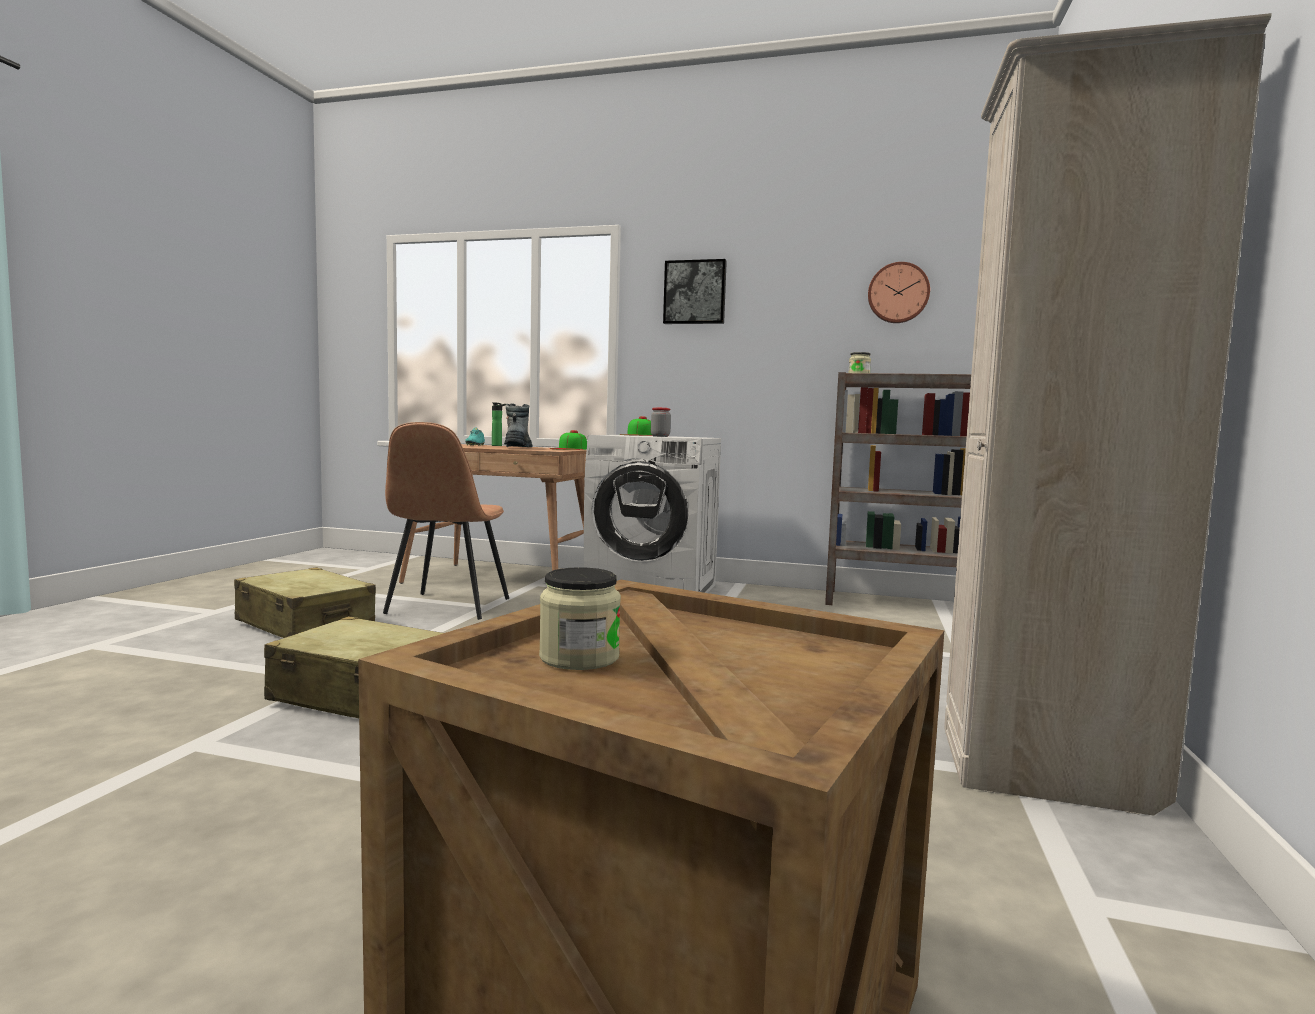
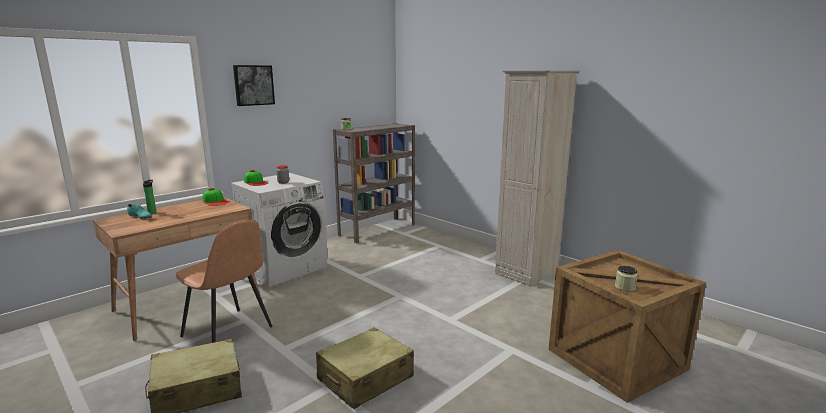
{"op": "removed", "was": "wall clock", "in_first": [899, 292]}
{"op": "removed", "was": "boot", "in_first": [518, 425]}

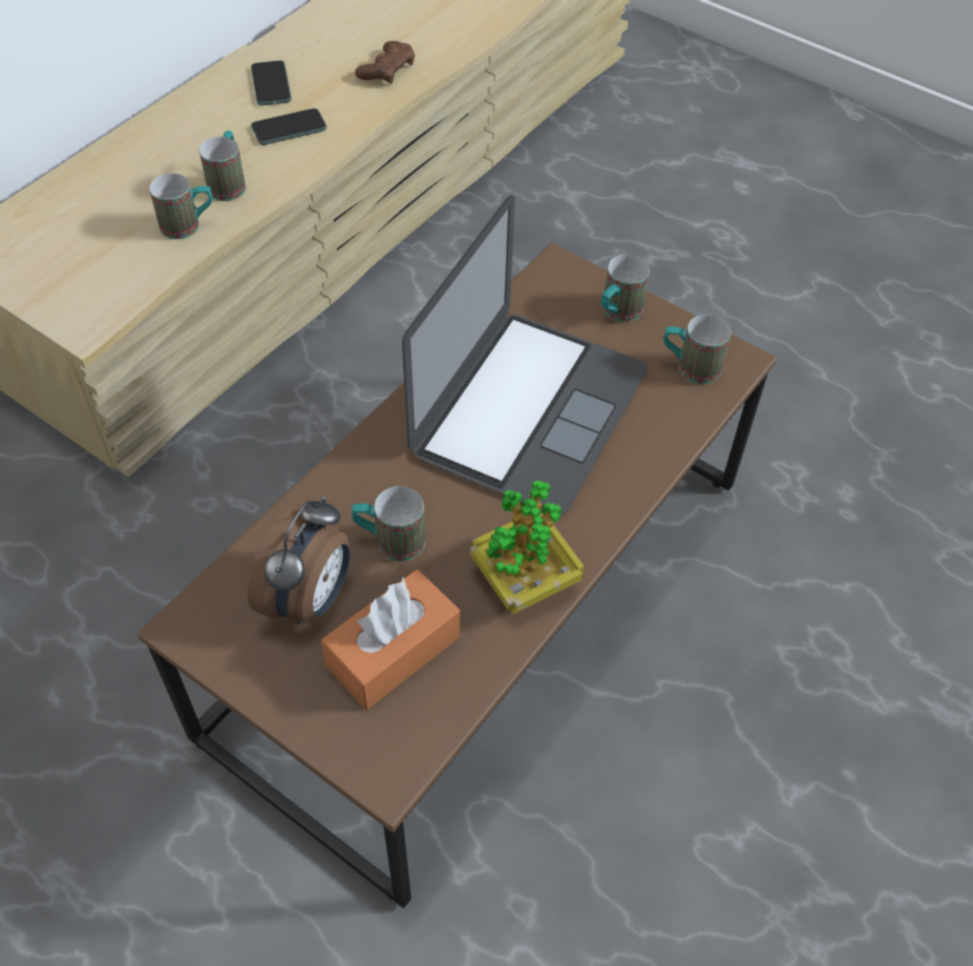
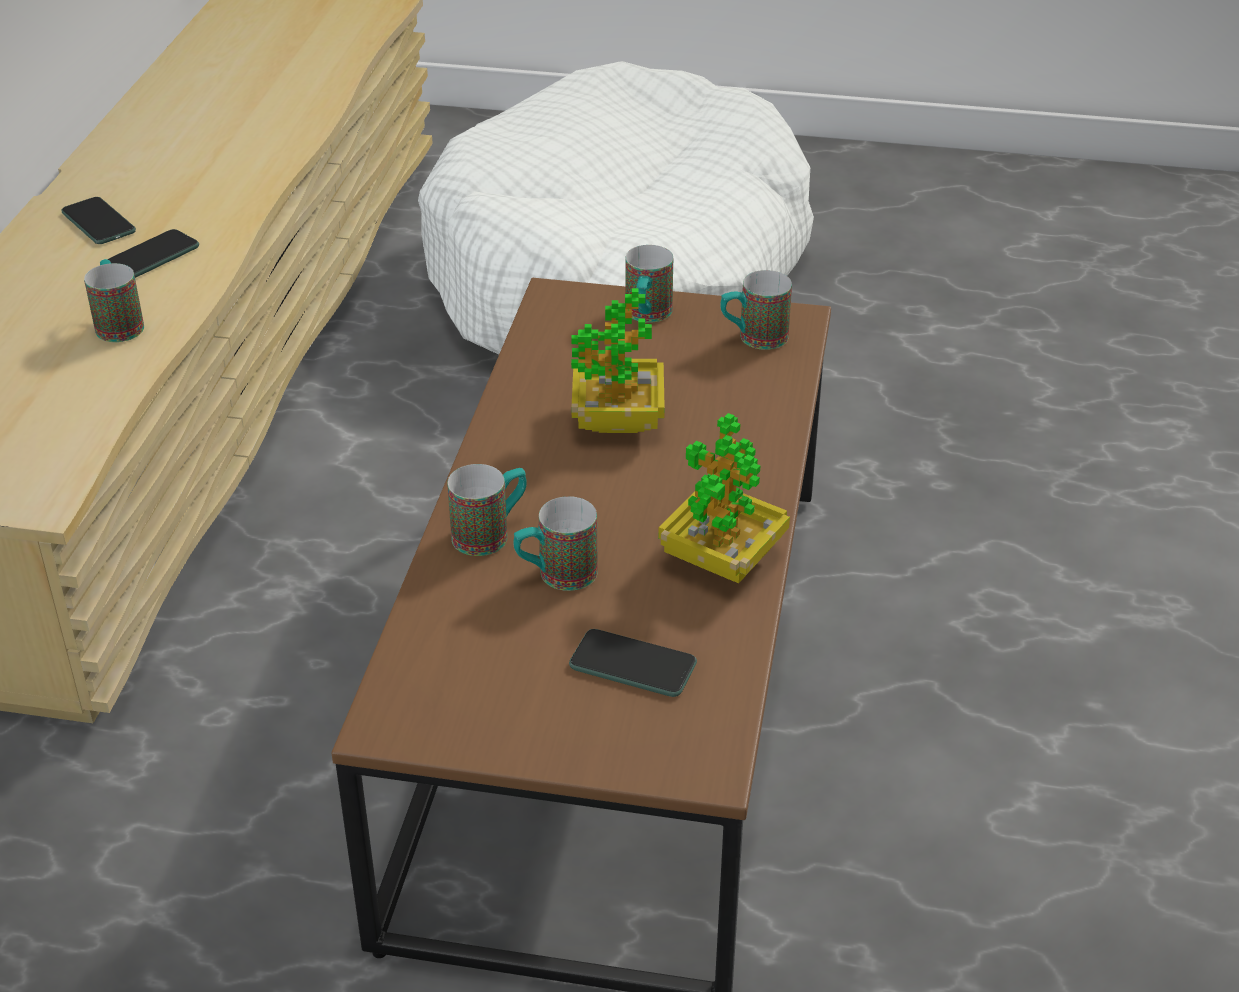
{"op": "removed", "was": "game controller (brown)", "in_first": [385, 62]}
{"op": "moved", "was": "mug", "in_first": [180, 206], "in_second": [487, 510]}
{"op": "replaced", "was": "laptop", "now": "potted plant", "in_first": [525, 355], "in_second": [618, 360]}
{"op": "removed", "was": "alarm clock", "in_first": [298, 560]}
{"op": "replaced", "was": "tissue box (orange)", "now": "phone", "in_first": [390, 639], "in_second": [633, 663]}
{"op": "added", "now": "dog bed (white)", "in_second": [616, 208]}

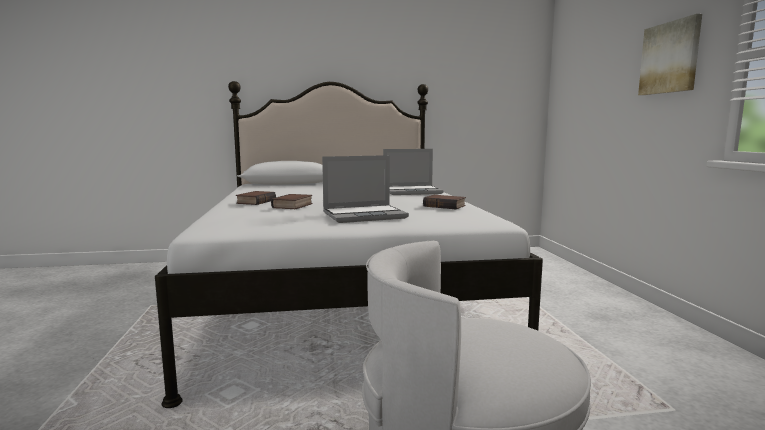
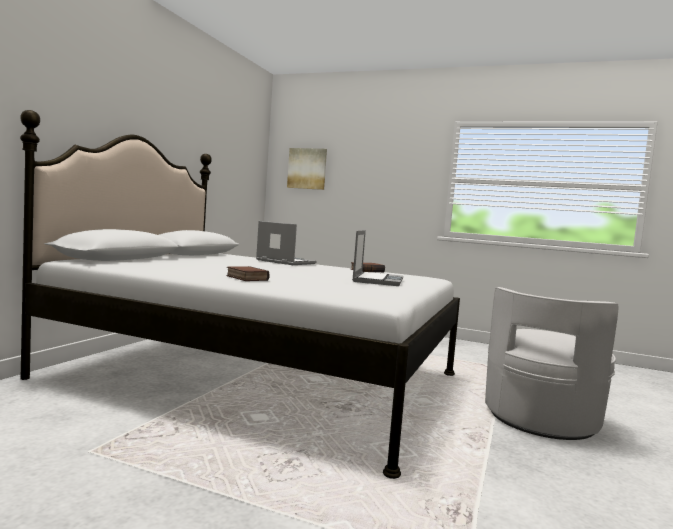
{"op": "moved", "was": "picture", "in_first": [670, 54], "in_second": [307, 169]}
{"op": "turned", "was": "laptop", "in_first": [413, 172], "in_second": [286, 243], "clockwise": -75}
{"op": "removed", "was": "book", "in_first": [292, 201]}

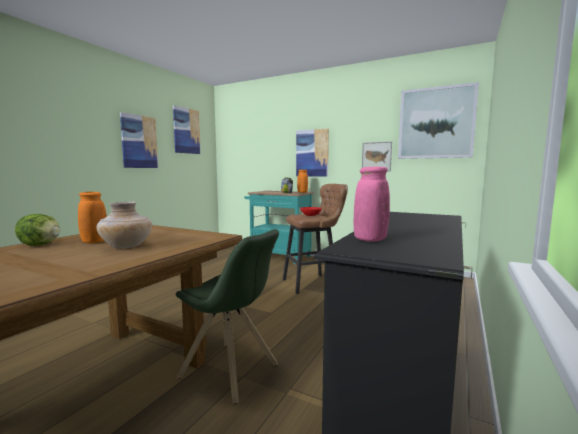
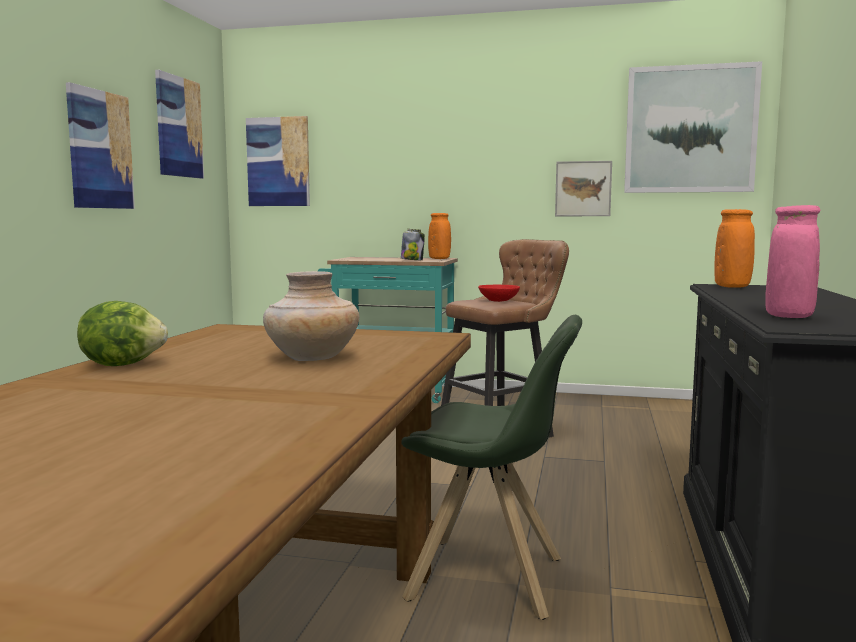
{"op": "moved", "was": "picture", "in_first": [312, 153], "in_second": [278, 161]}
{"op": "moved", "was": "vase (orange)", "in_first": [92, 217], "in_second": [734, 248]}

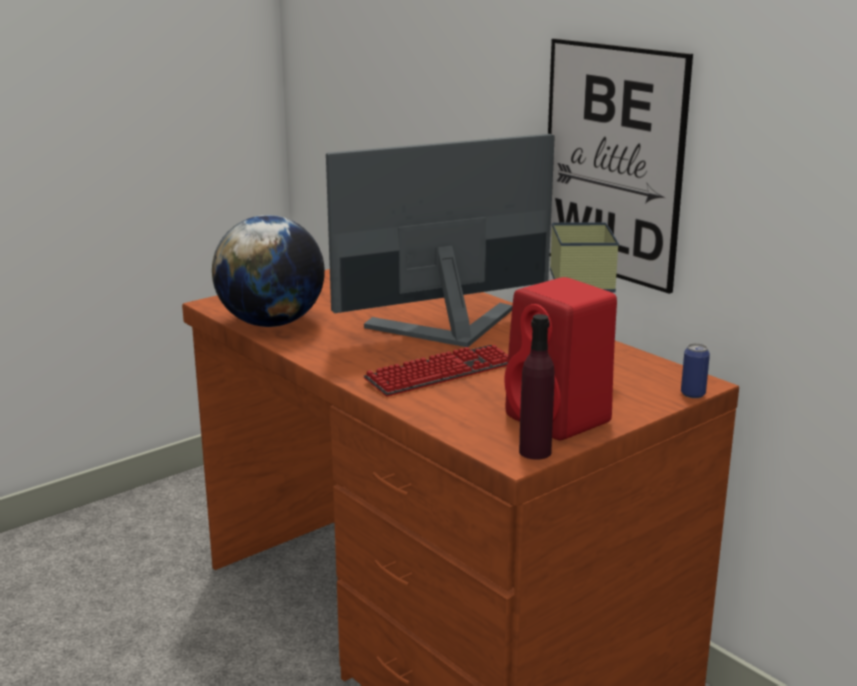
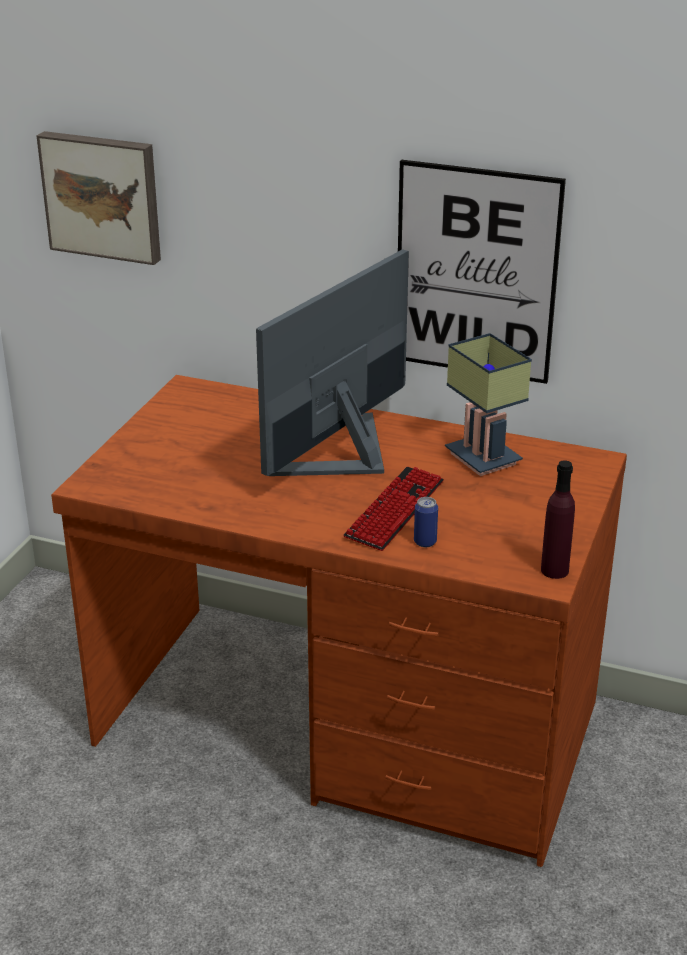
{"op": "removed", "was": "globe", "in_first": [268, 271]}
{"op": "removed", "was": "speaker (red)", "in_first": [561, 358]}
{"op": "moved", "was": "can", "in_first": [695, 370], "in_second": [426, 522]}
{"op": "added", "now": "picture", "in_second": [99, 198]}

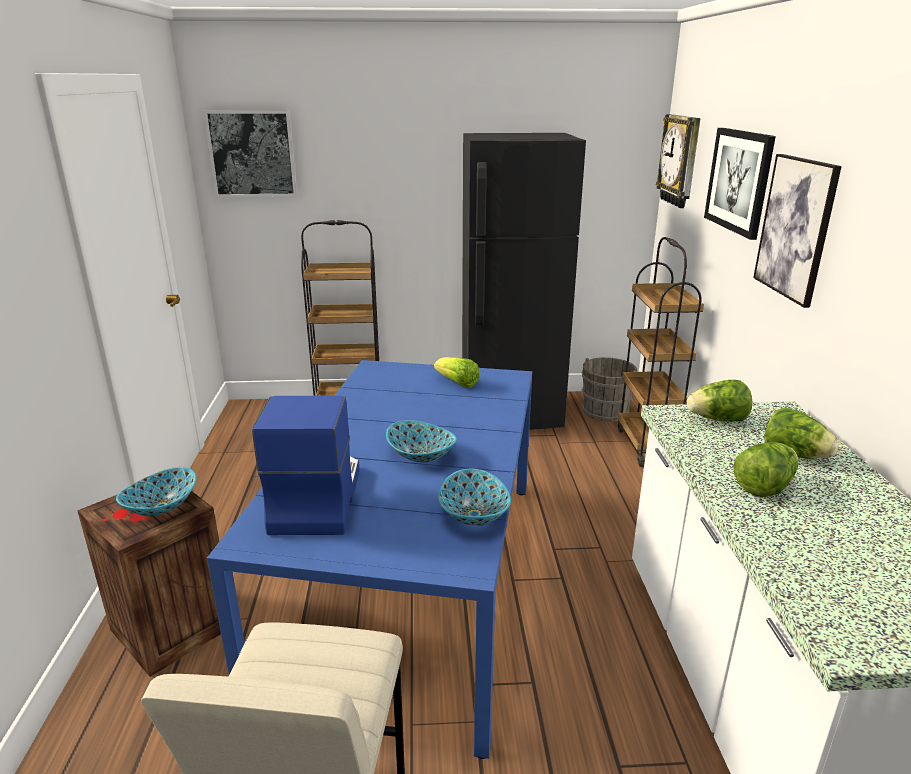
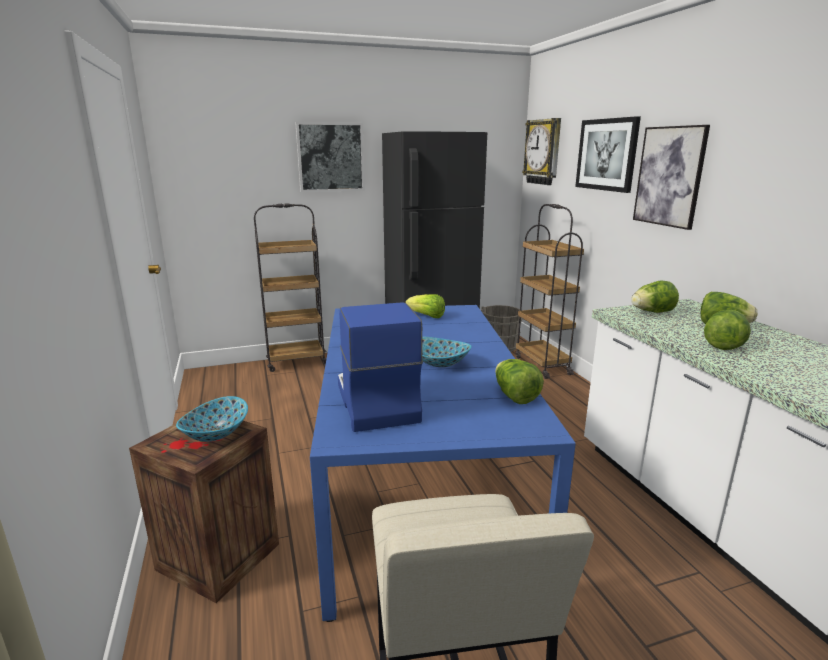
{"op": "moved", "was": "picture", "in_first": [250, 153], "in_second": [330, 157]}
{"op": "replaced", "was": "bowl", "now": "lettuce", "in_first": [474, 497], "in_second": [519, 381]}

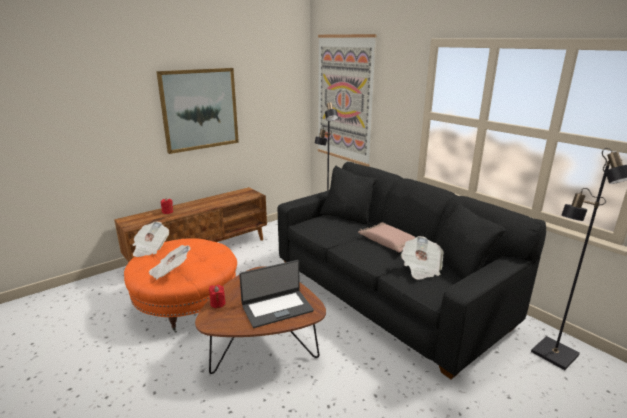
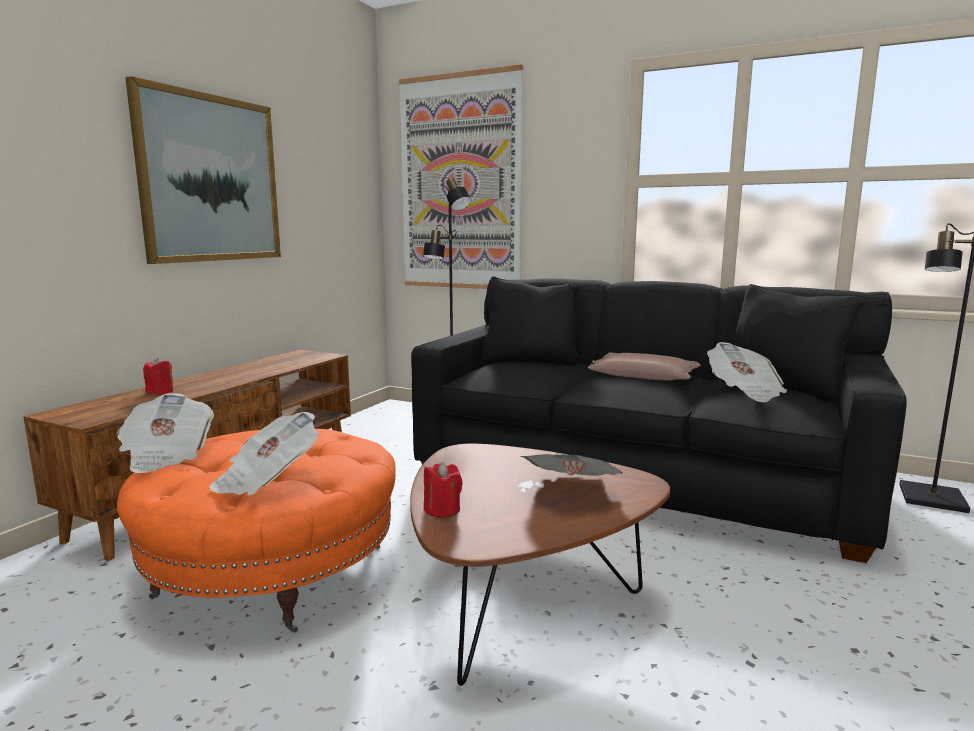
{"op": "replaced", "was": "laptop", "now": "newspaper", "in_first": [276, 294], "in_second": [572, 465]}

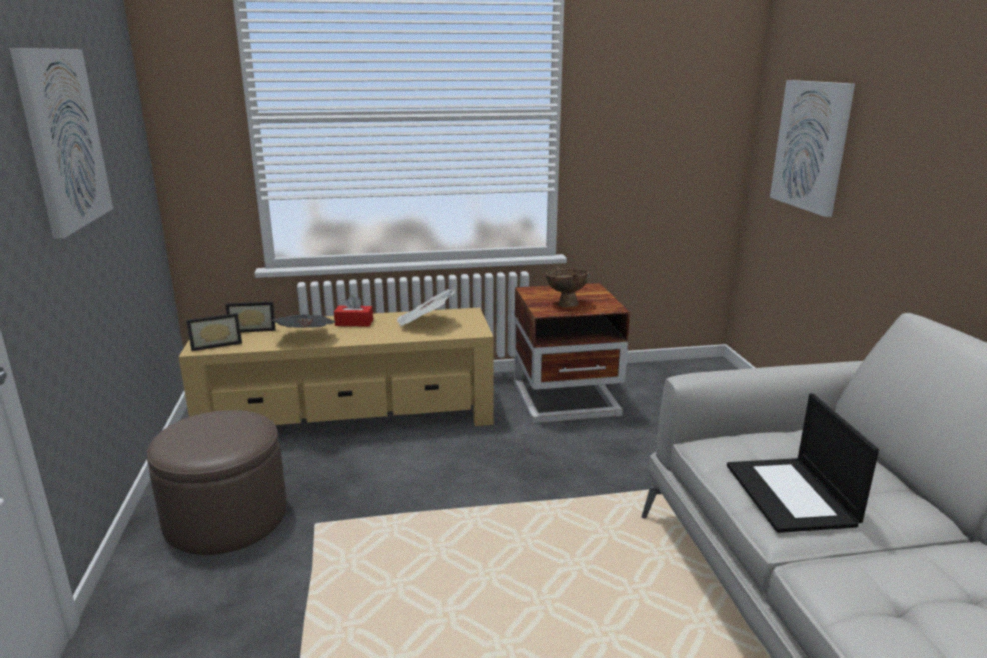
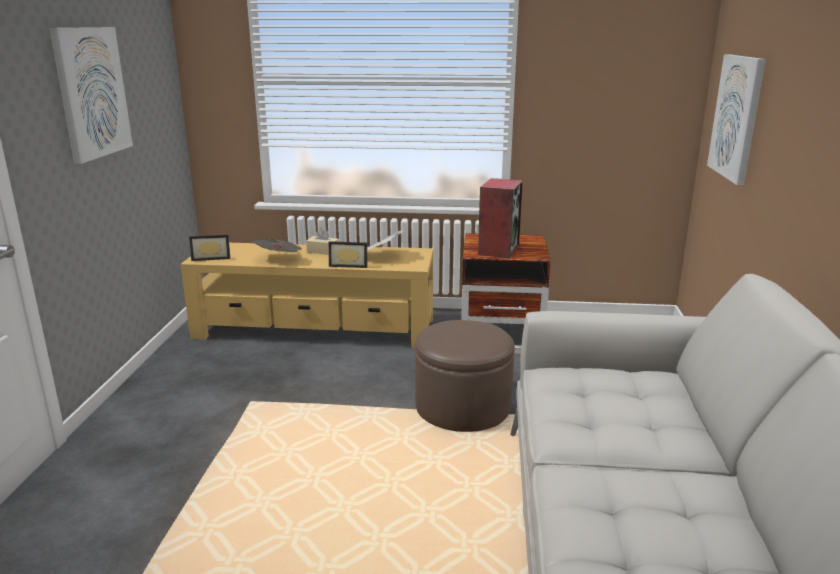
{"op": "replaced", "was": "bowl (brown)", "now": "speaker", "in_first": [568, 287], "in_second": [500, 218]}
{"op": "recoloured", "was": "tissue box (red)", "now": "tissue box (beige)", "in_first": [353, 311], "in_second": [322, 241]}
{"op": "moved", "was": "picture frame", "in_first": [250, 317], "in_second": [348, 254]}
{"op": "removed", "was": "laptop", "in_first": [803, 463]}
{"op": "moved", "was": "ottoman (brown)", "in_first": [217, 482], "in_second": [465, 376]}

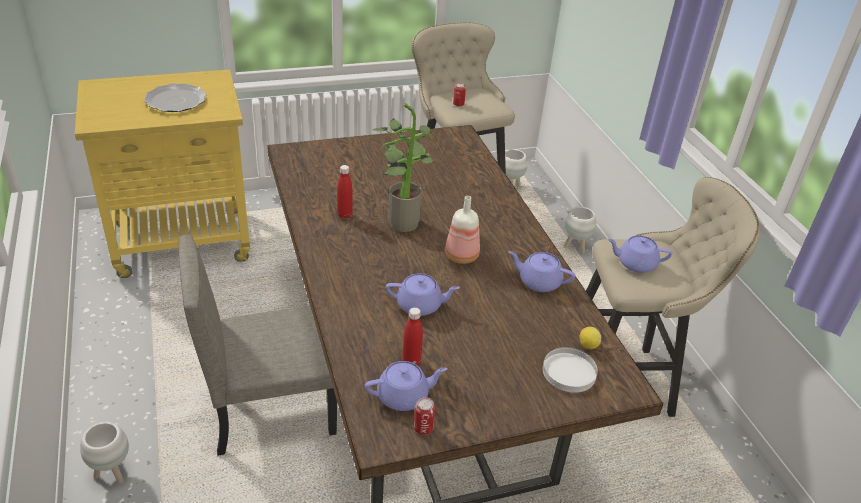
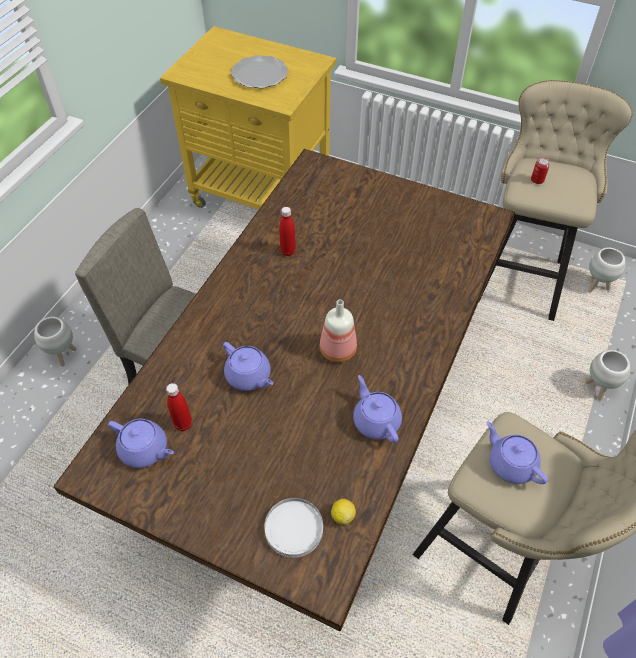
{"op": "removed", "was": "potted plant", "in_first": [403, 167]}
{"op": "removed", "was": "can", "in_first": [424, 416]}

